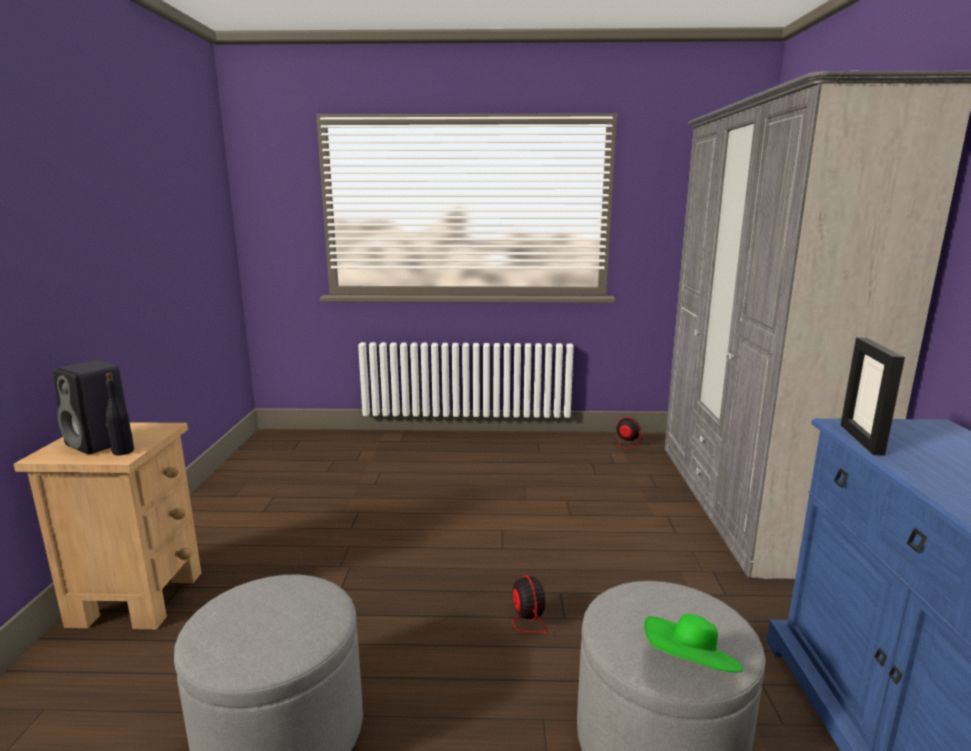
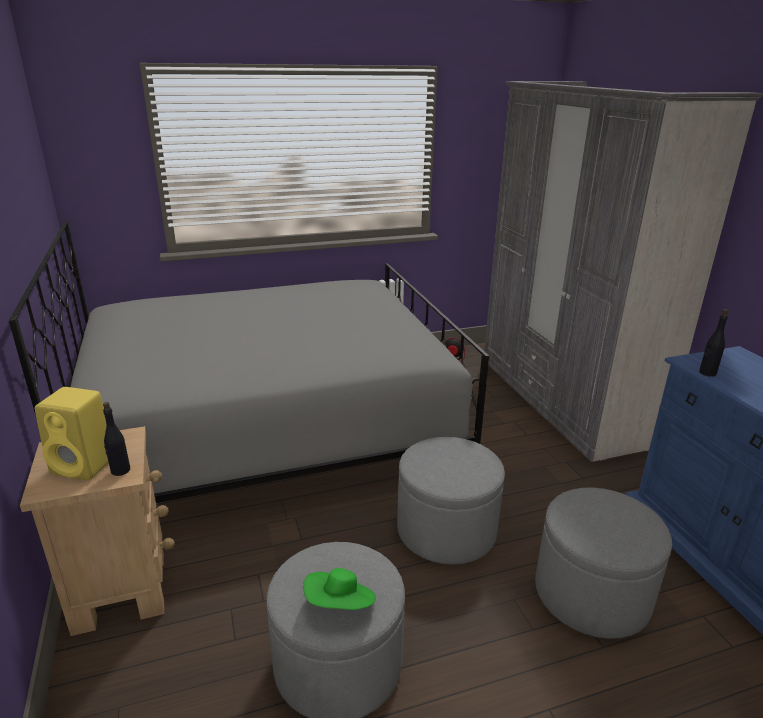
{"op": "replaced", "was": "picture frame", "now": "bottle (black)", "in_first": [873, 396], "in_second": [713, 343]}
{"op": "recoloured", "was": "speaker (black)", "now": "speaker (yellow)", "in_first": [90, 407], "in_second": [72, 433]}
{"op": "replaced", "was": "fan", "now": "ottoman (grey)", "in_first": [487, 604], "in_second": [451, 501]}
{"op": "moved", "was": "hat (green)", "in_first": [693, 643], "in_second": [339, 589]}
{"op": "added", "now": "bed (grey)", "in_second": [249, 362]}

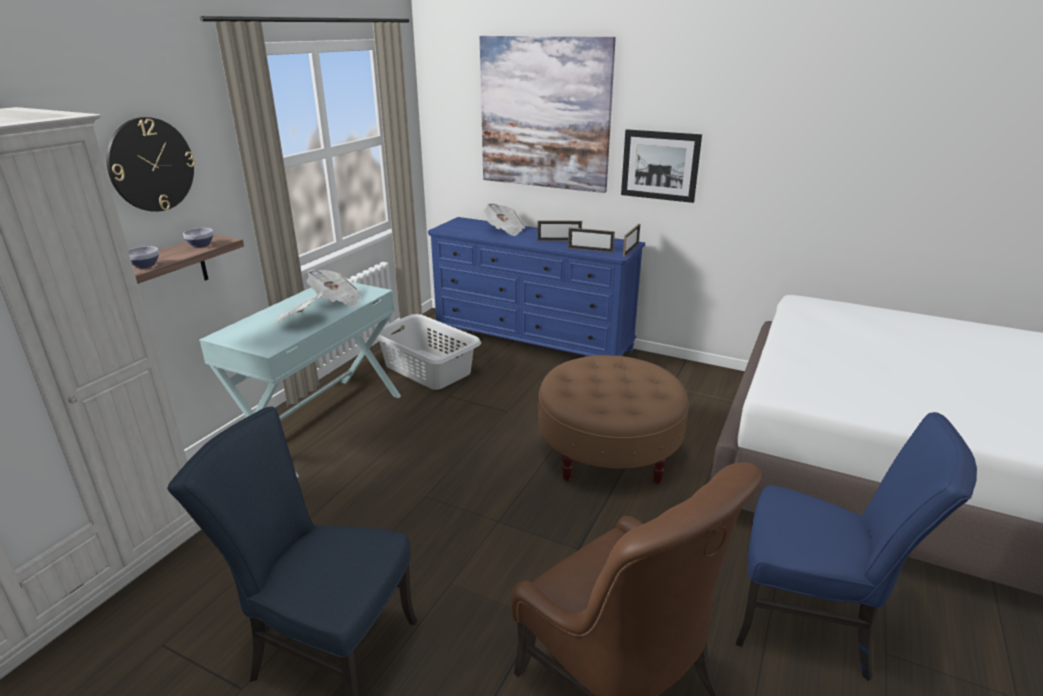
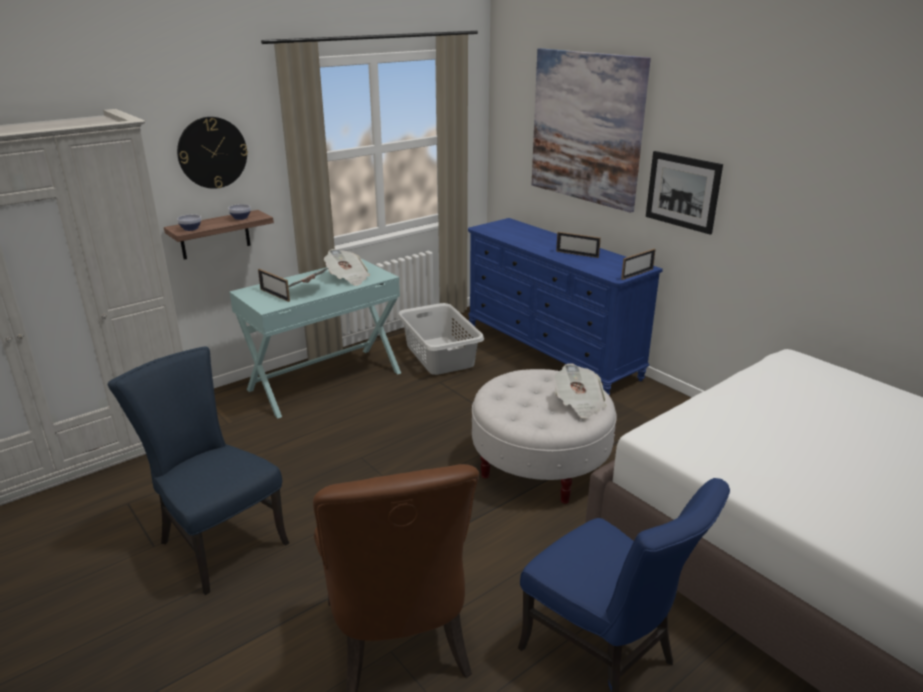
{"op": "moved", "was": "newspaper", "in_first": [504, 219], "in_second": [580, 391]}
{"op": "moved", "was": "picture frame", "in_first": [591, 240], "in_second": [274, 285]}
{"op": "recoloured", "was": "ottoman (brown)", "now": "ottoman (white)", "in_first": [613, 419], "in_second": [544, 436]}

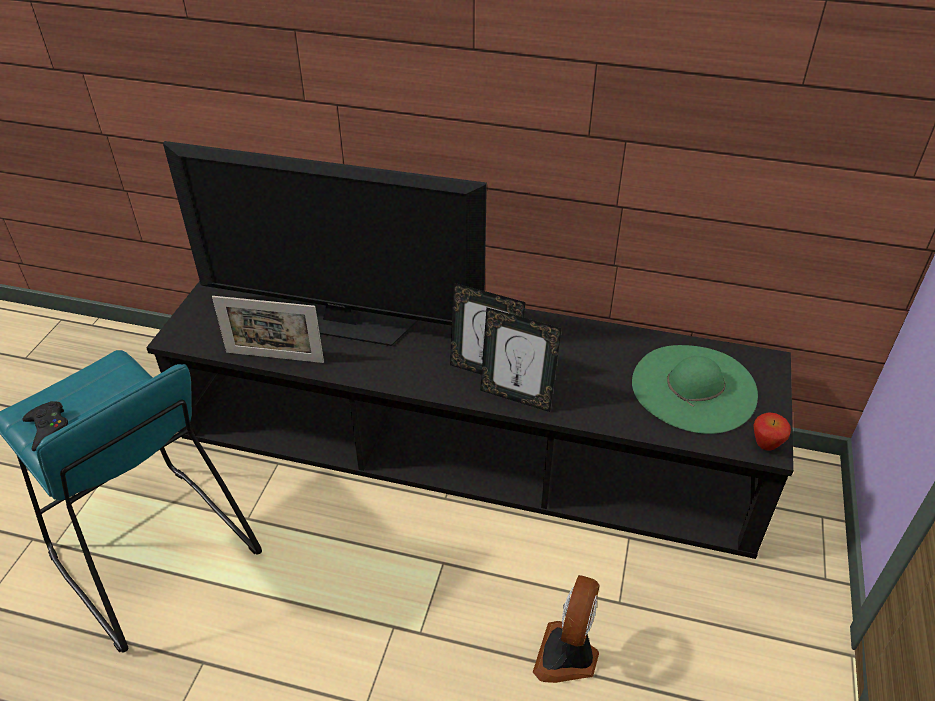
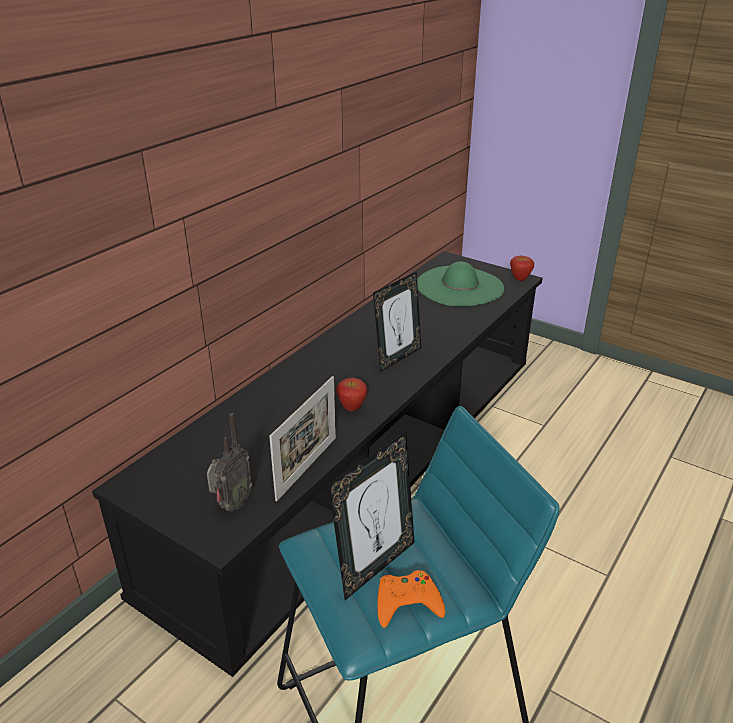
{"op": "removed", "was": "television", "in_first": [325, 243]}
{"op": "moved", "was": "picture frame", "in_first": [521, 359], "in_second": [371, 516]}
{"op": "recoloured", "was": "game controller (black)", "now": "game controller (orange)", "in_first": [45, 426], "in_second": [411, 599]}
{"op": "removed", "was": "fan", "in_first": [566, 629]}
{"op": "added", "now": "apple", "in_second": [351, 394]}
{"op": "added", "now": "radio", "in_second": [229, 462]}

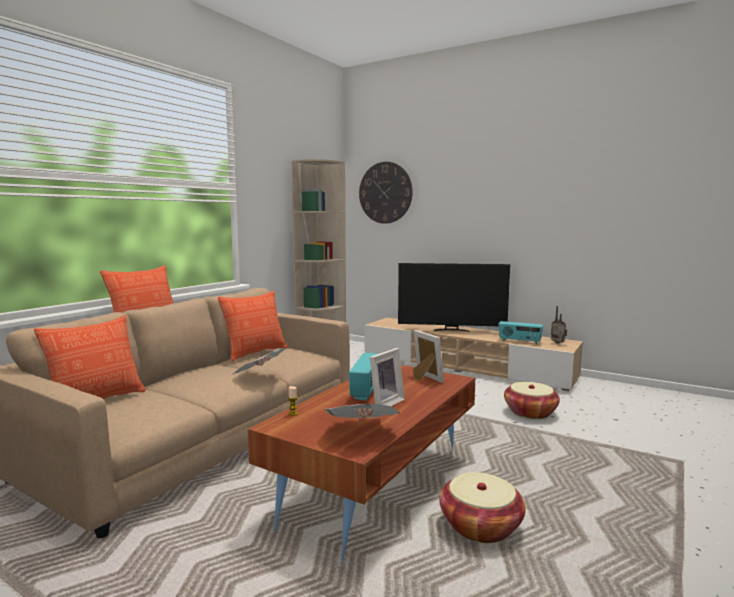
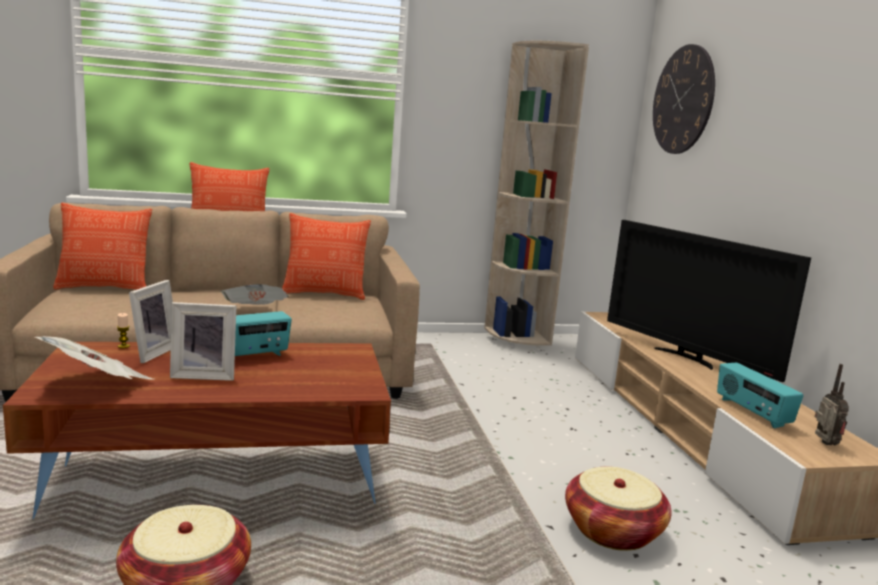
{"op": "moved", "was": "picture frame", "in_first": [428, 356], "in_second": [151, 321]}

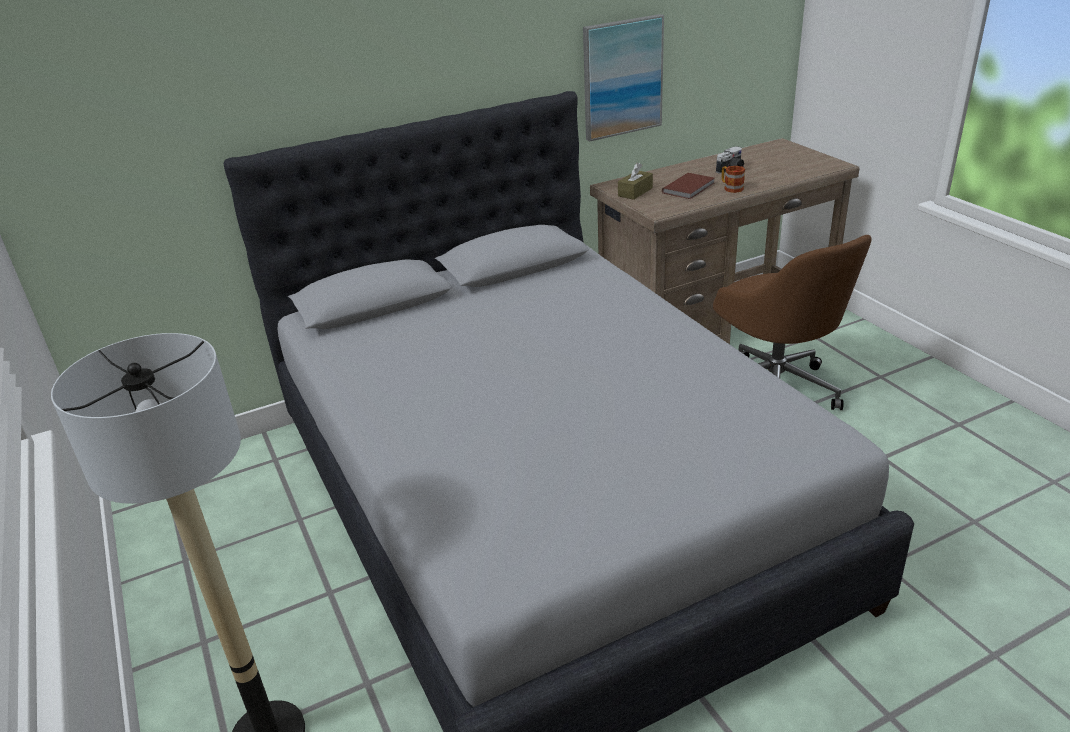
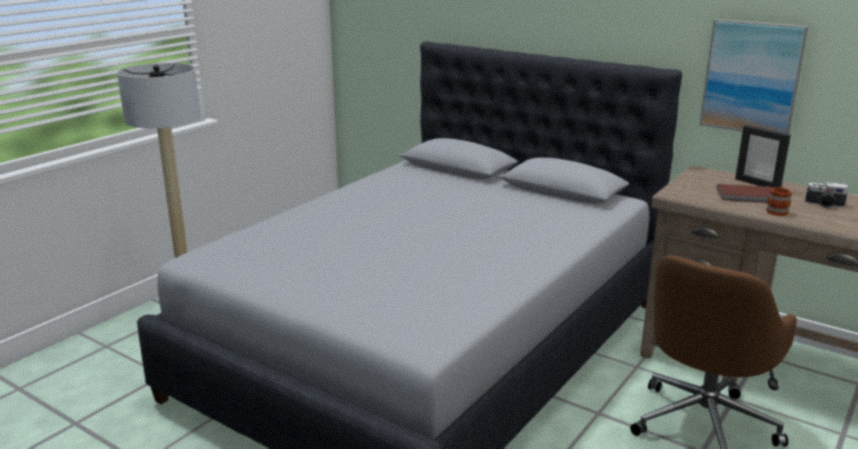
{"op": "removed", "was": "tissue box (brown)", "in_first": [635, 181]}
{"op": "added", "now": "picture frame", "in_second": [763, 156]}

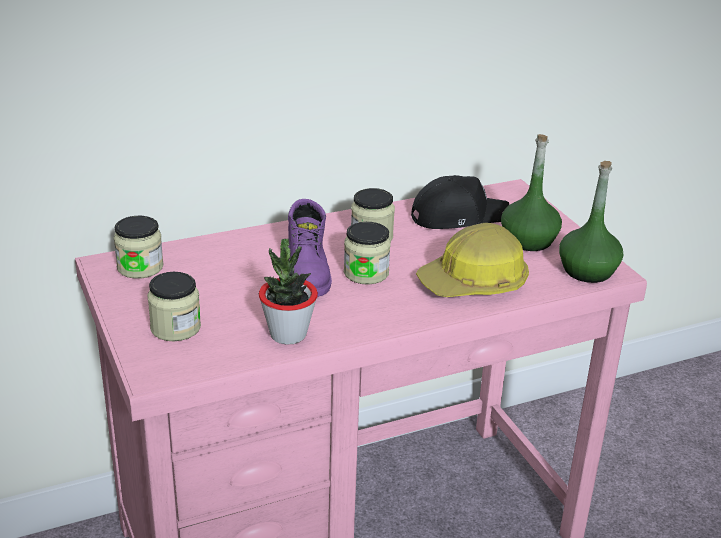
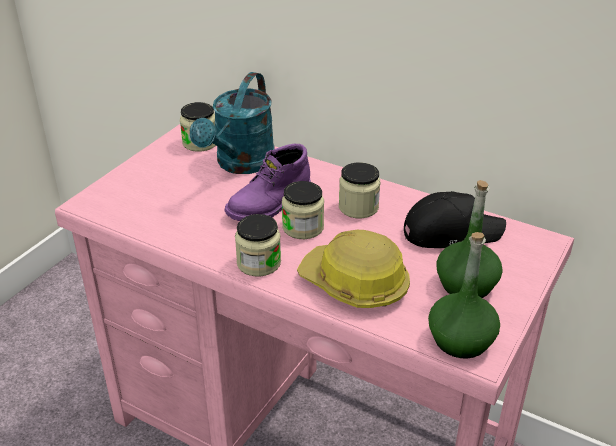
{"op": "turned", "was": "cap (black)", "in_first": [460, 202], "in_second": [455, 219], "clockwise": -45}
{"op": "removed", "was": "potted plant", "in_first": [288, 292]}
{"op": "moved", "was": "jar", "in_first": [174, 306], "in_second": [258, 245]}
{"op": "added", "now": "watering can (turquoise)", "in_second": [232, 123]}

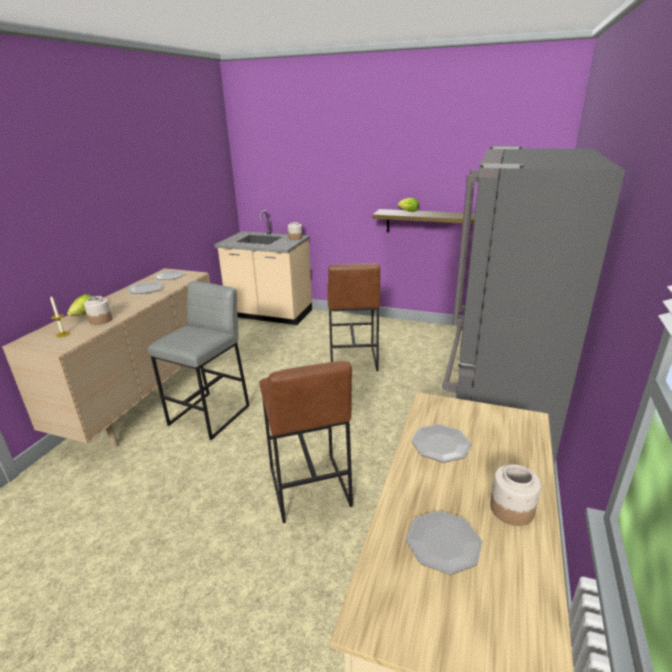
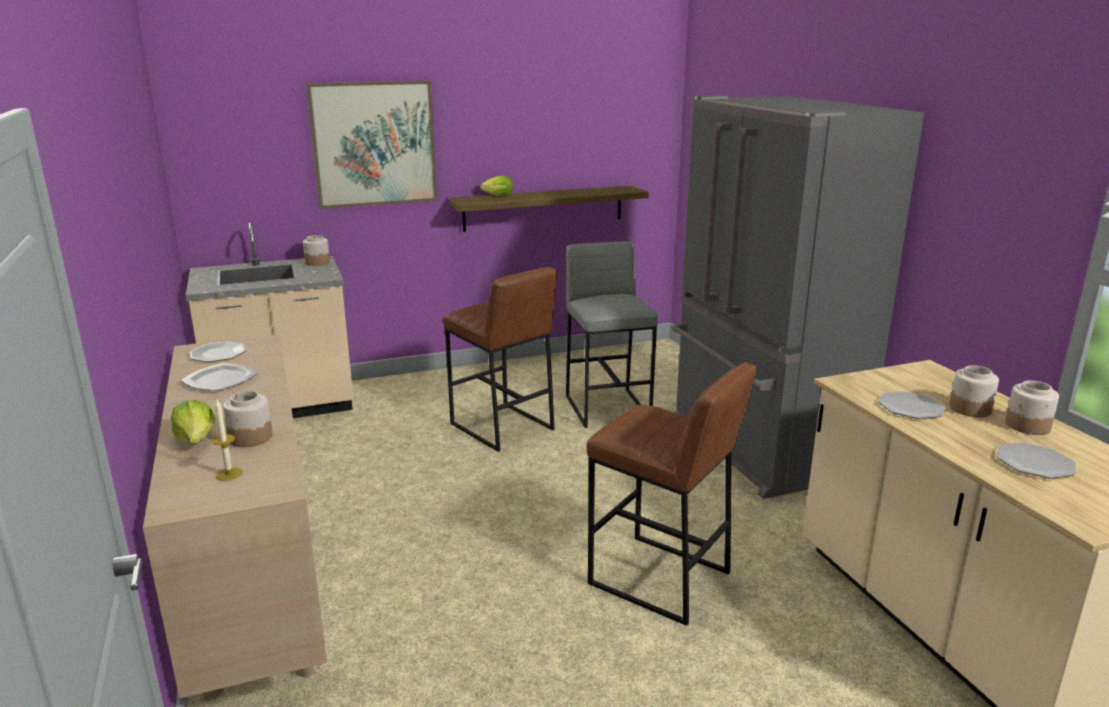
{"op": "moved", "was": "stool (grey)", "in_first": [198, 360], "in_second": [612, 334]}
{"op": "added", "now": "picture", "in_second": [371, 145]}
{"op": "added", "now": "jar", "in_second": [974, 391]}

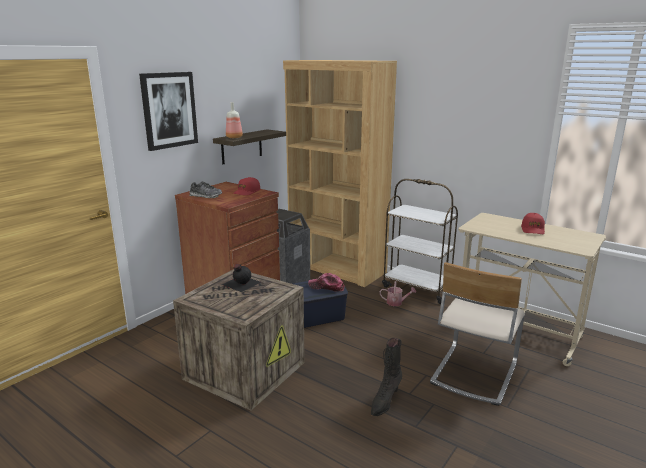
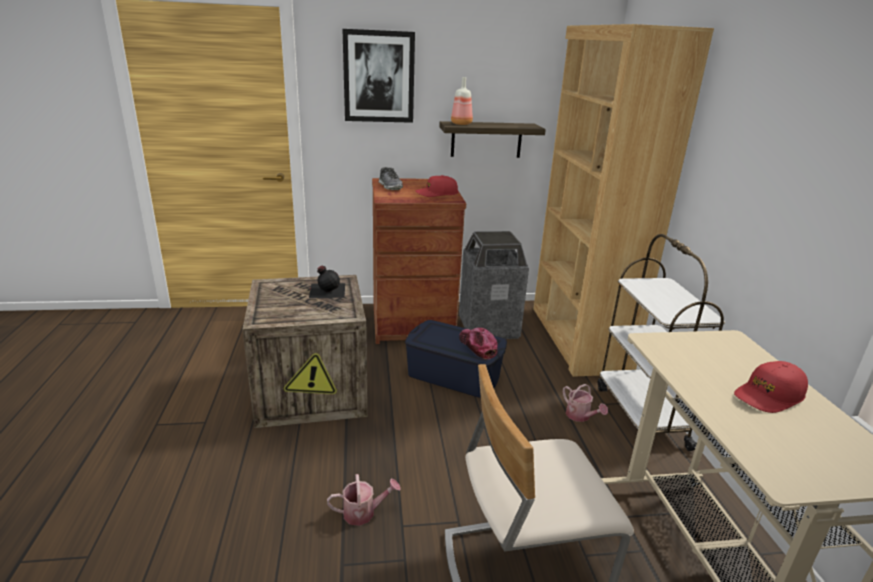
{"op": "replaced", "was": "boot (black)", "now": "watering can", "in_first": [386, 377], "in_second": [364, 500]}

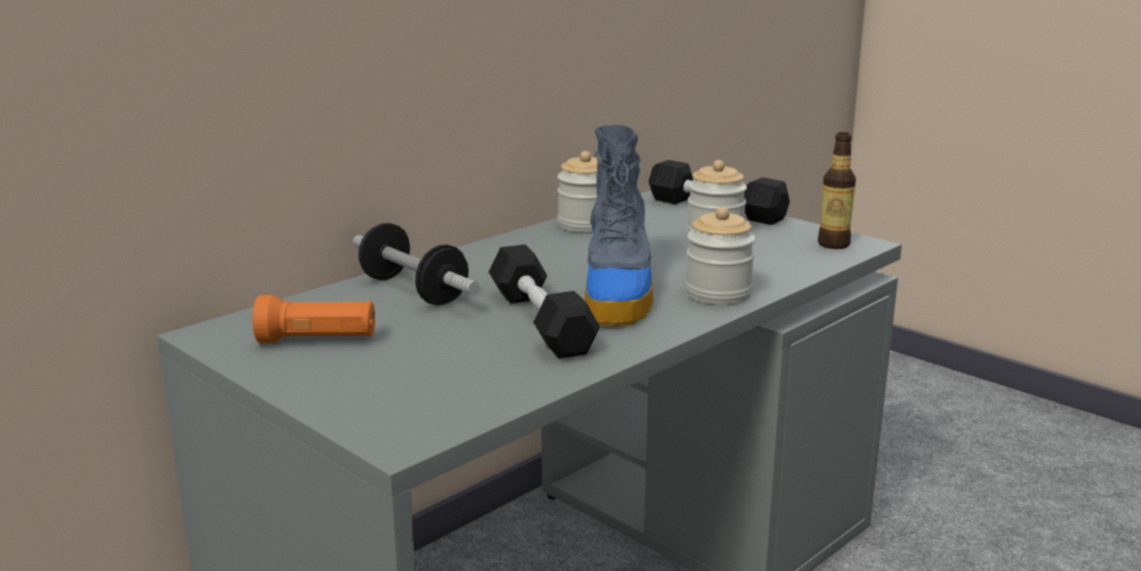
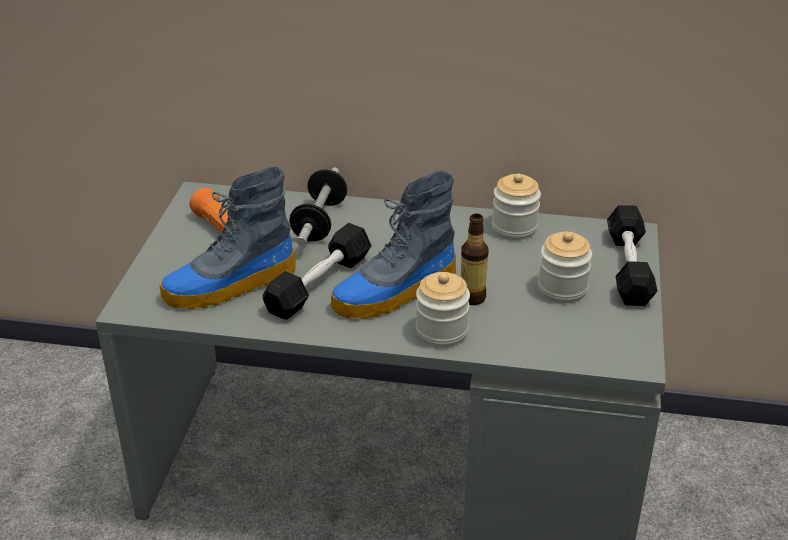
{"op": "moved", "was": "bottle", "in_first": [837, 190], "in_second": [475, 259]}
{"op": "added", "now": "boot", "in_second": [228, 238]}

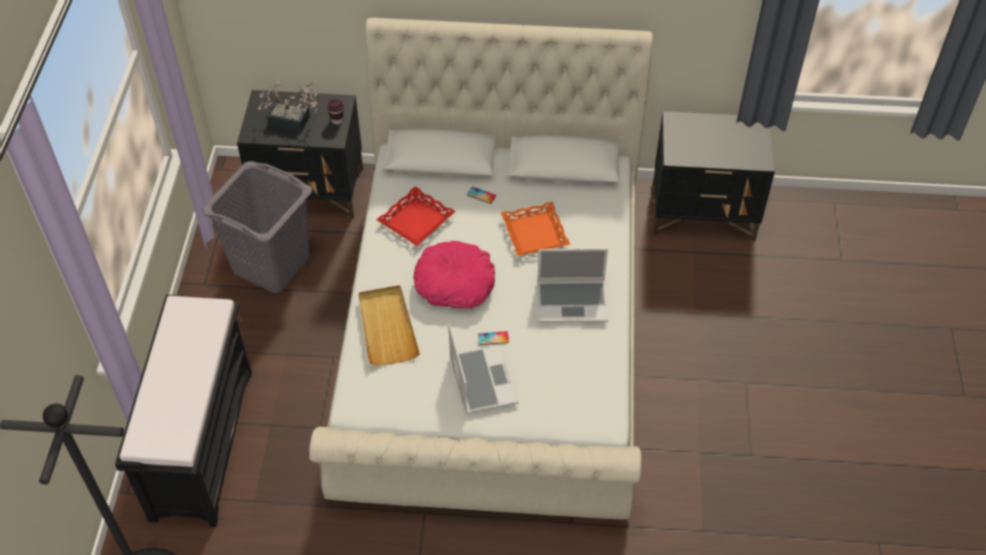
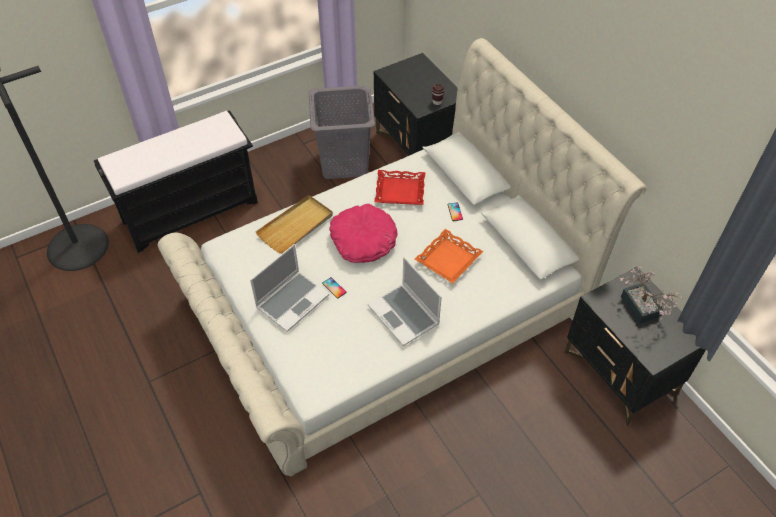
{"op": "moved", "was": "potted plant", "in_first": [287, 106], "in_second": [651, 295]}

